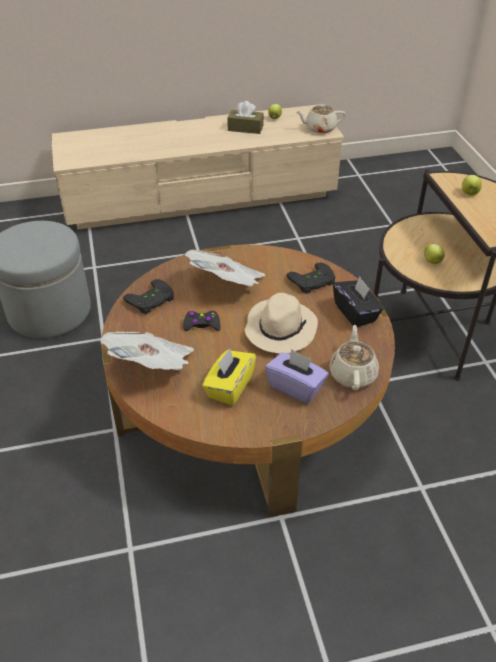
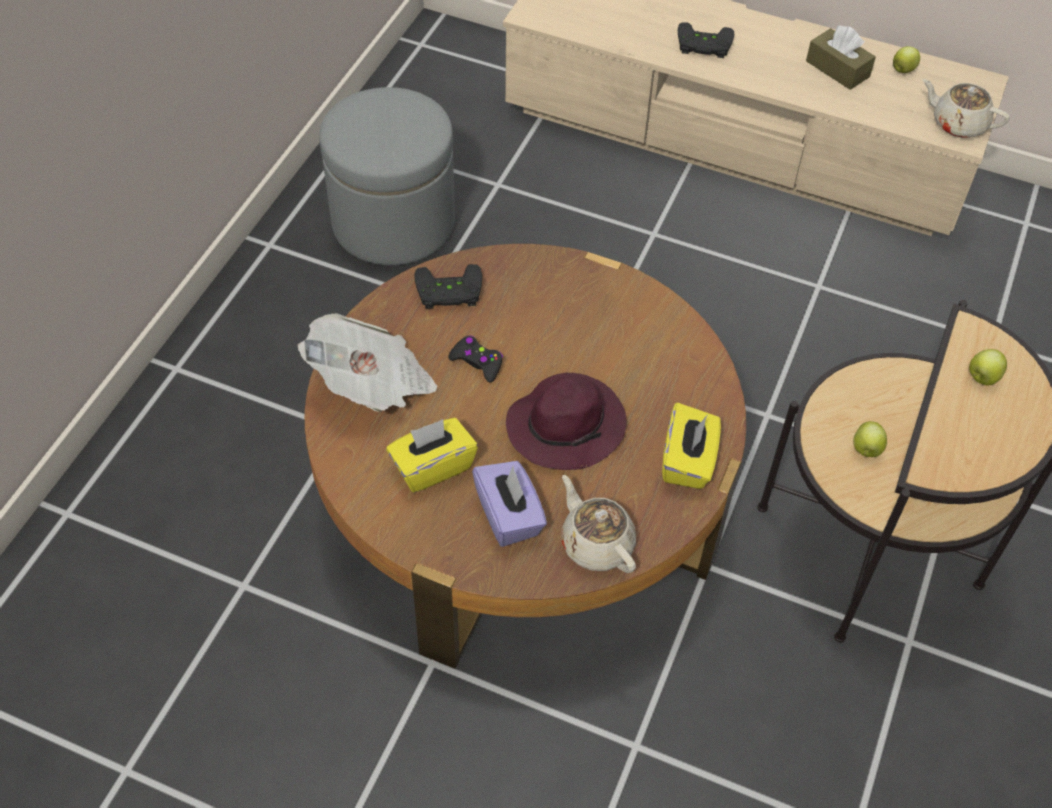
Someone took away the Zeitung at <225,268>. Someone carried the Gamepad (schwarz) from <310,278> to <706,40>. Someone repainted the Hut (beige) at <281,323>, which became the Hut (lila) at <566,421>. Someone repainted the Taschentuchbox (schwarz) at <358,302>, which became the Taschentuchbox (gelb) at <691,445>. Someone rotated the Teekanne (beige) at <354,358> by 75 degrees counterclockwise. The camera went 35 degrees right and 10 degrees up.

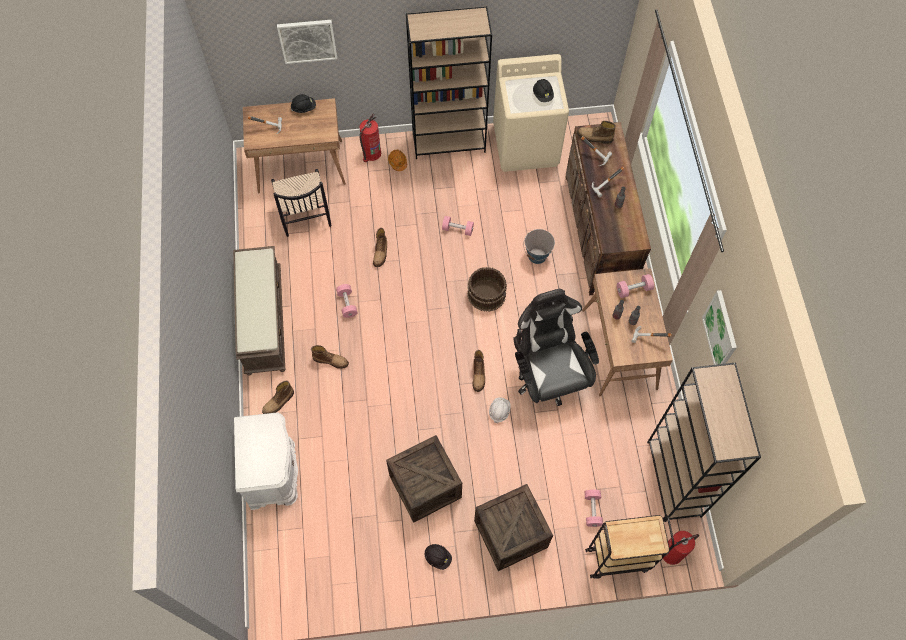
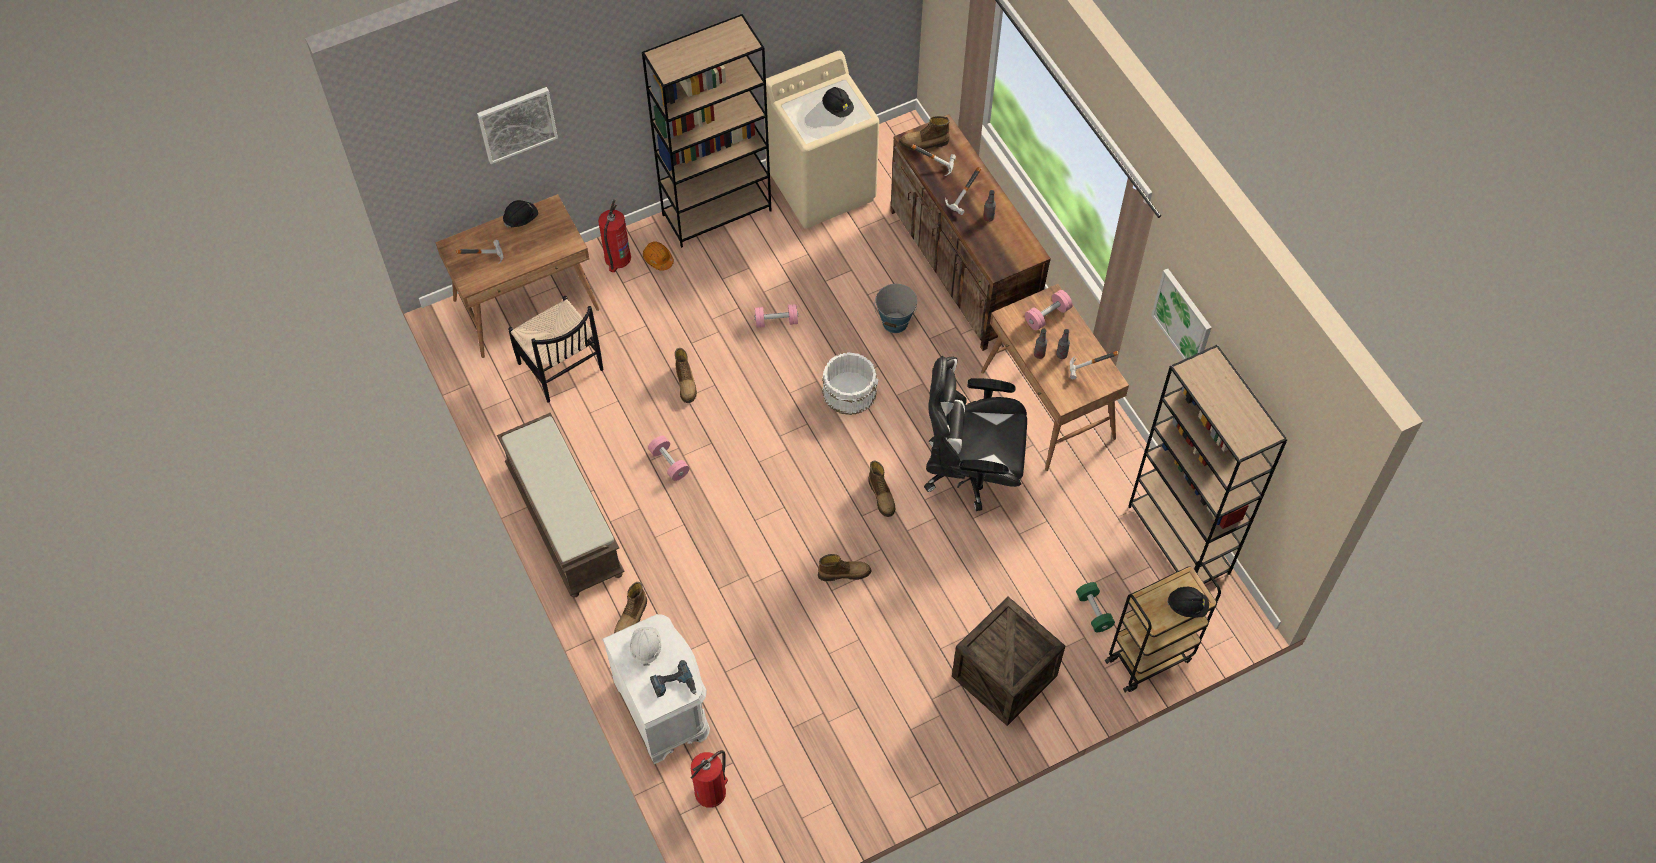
Someone took away the Kiste at <424,479>. Someone put down the Bohrmaschine at <673,678>. Someone carried the Stiefel from <330,357> to <844,567>. Someone carried the Schutzhelm (schwarz) from <438,557> to <1188,602>. Someone carried the Schutzhelm (weiß) from <499,410> to <645,646>. Someone carried the Feuerlöscher from <681,548> to <709,779>. Someone repainted the Eimer (braun) at <487,289>, which became the Eimer (weiß) at <850,383>. Someone repainted the Hantel (rosa) at <594,508>, which became the Hantel (grün) at <1095,607>. Someone rotated the Bürostuhl (schwarz) at <556,347> by 45 degrees counterclockwise. The camera went 20 degrees left and 5 degrees down.

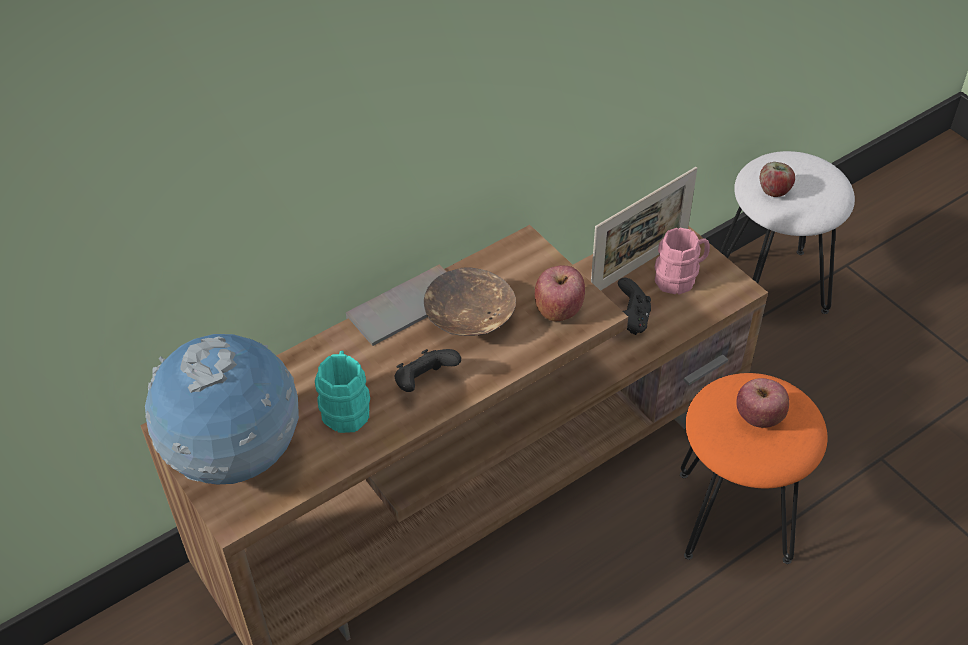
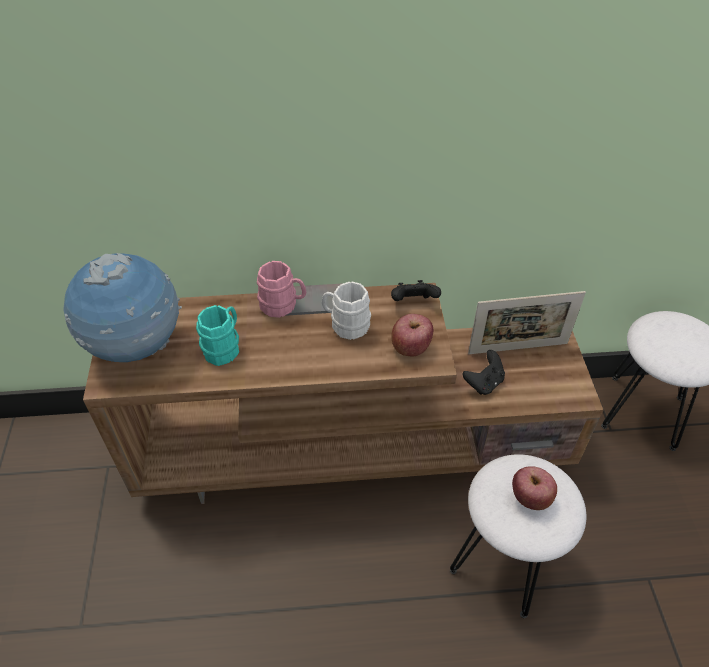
Someone took away the Apfel at <777,179>. Someone carried the Gamepad (schwarz) from <428,370> to <416,290>. Someone carried the Henkelbecher (rosa) from <682,261> to <281,289>. Someone swapped the Schüssel (braun) at <470,301> for the Henkelbecher (weiß) at <346,311>. Someone repainted the Hocker (orange) at <754,468>, which became the Hocker (weiß) at <518,536>. The camera went 30 degrees right and 0 degrees up.

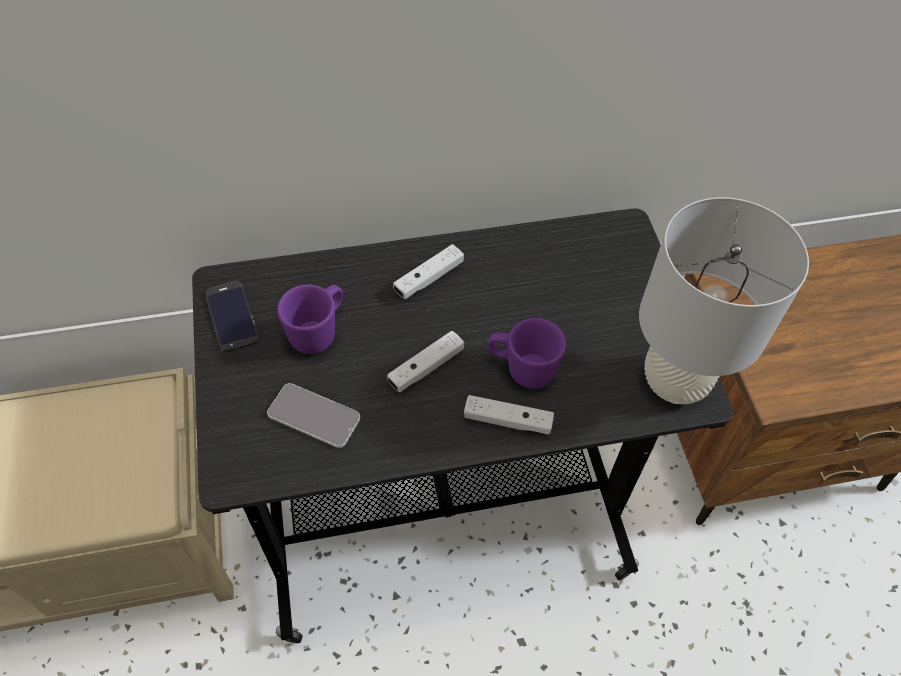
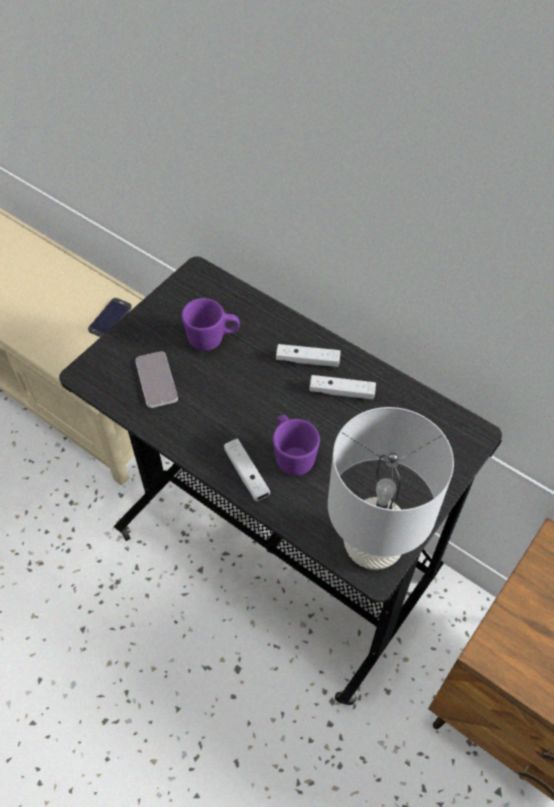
Someone carried the Handy from <231,316> to <110,317>. Someone carried the Gamepad (weiß) from <425,361> to <342,387>. The camera went 50 degrees right and 0 degrees up.

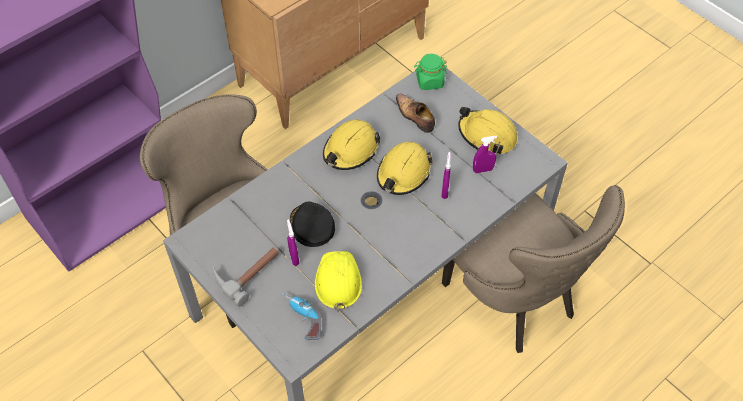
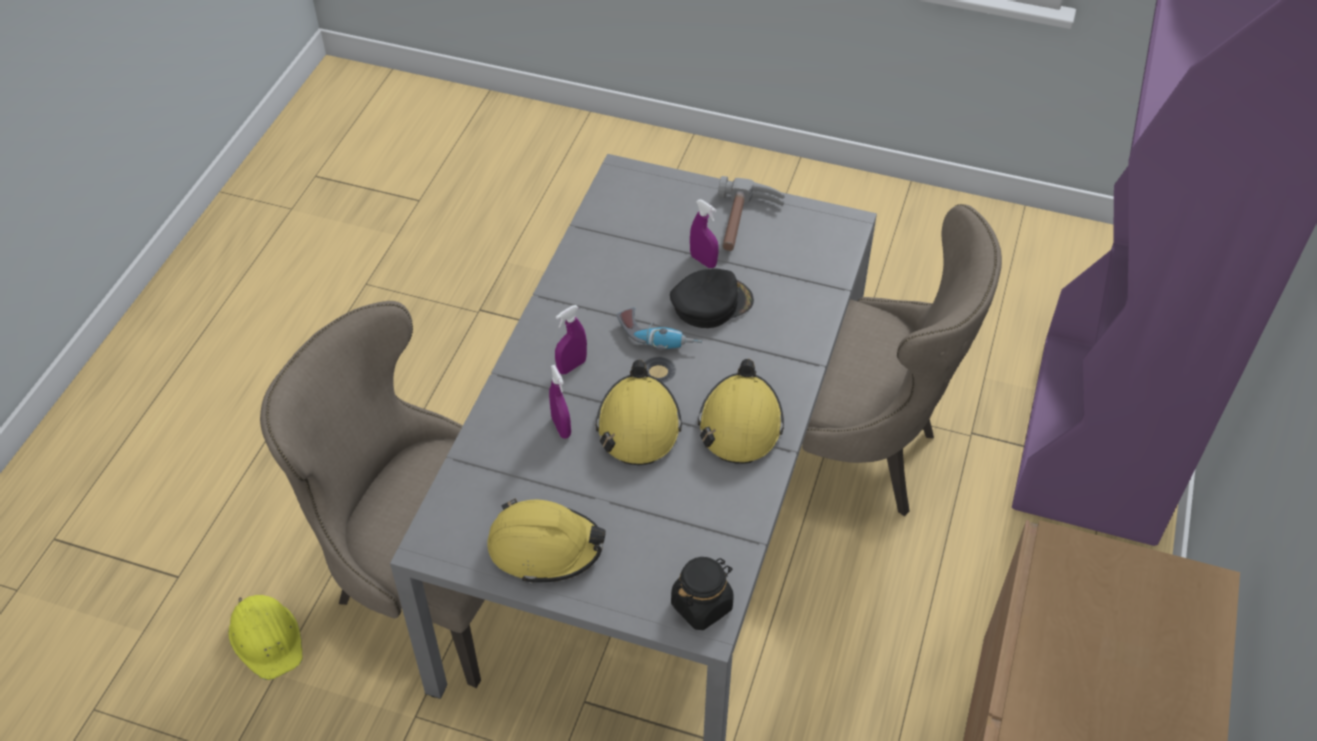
Someone took away the Schuh at <415,113>. Someone carried the Bohrmaschine from <301,316> to <659,328>. Someone carried the Schutzhelm (gelb) from <338,281> to <265,637>. Someone carried the Sprühflasche (lila) from <485,154> to <571,340>. Someone repainted the Vorratsglas (grün) at <430,72>, which became the Vorratsglas (schwarz) at <702,593>. Someone rotated the Kappe (schwarz) at <312,224> by 60 degrees counterclockwise. The camera went 150 degrees right and 5 degrees down.

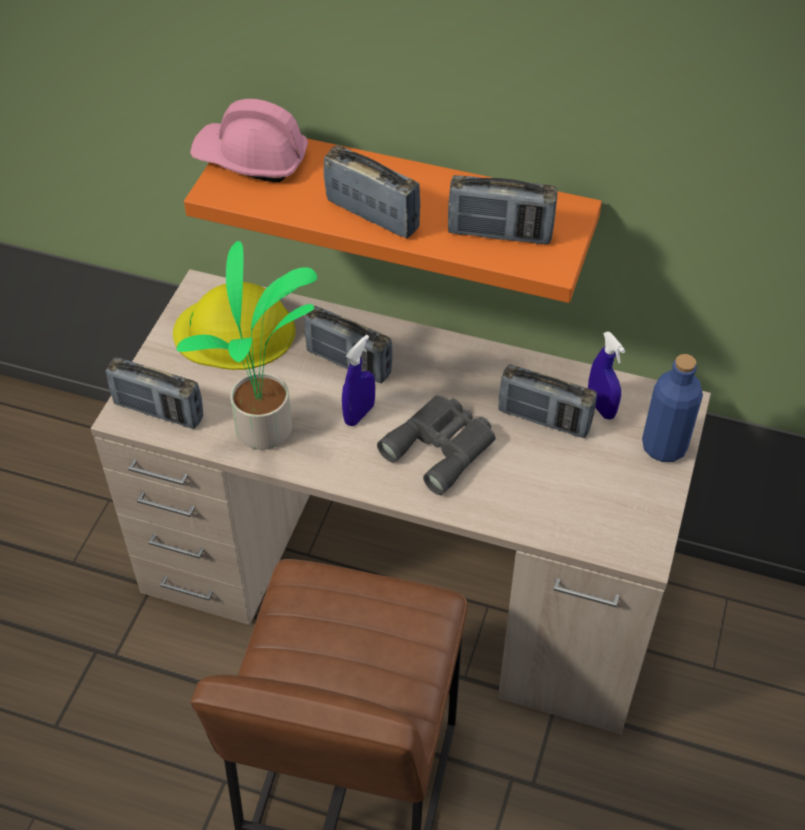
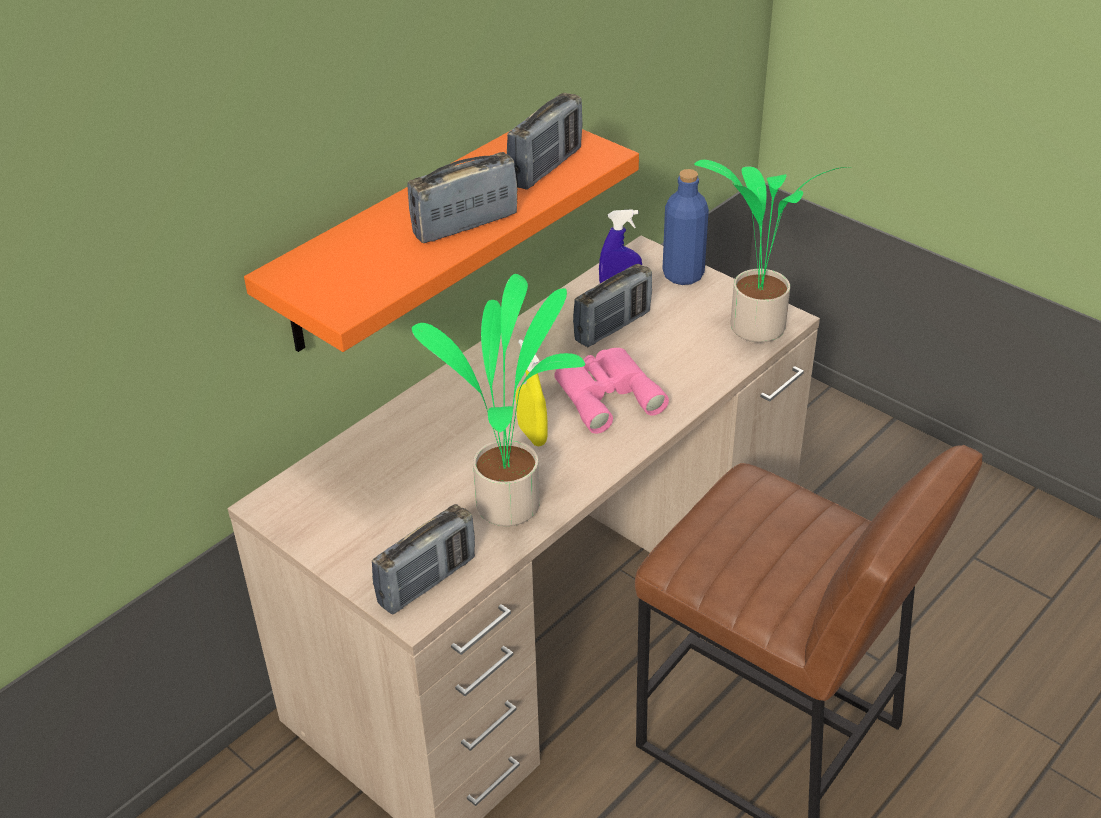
Someone took away the Schutzhelm (gelb) at <234,326>. Someone took away the Schutzhelm (rosa) at <249,140>. Someone took away the Radio at <349,344>. Someone put down the Topfpflanze at <772,251>. Someone repainted the Sprühflasche (blau) at <358,380>, which became the Sprühflasche (gelb) at <532,393>. Someone repainted the Fernglas (grau) at <436,445>, which became the Fernglas (rosa) at <611,391>. The camera went 65 degrees left and 10 degrees down.

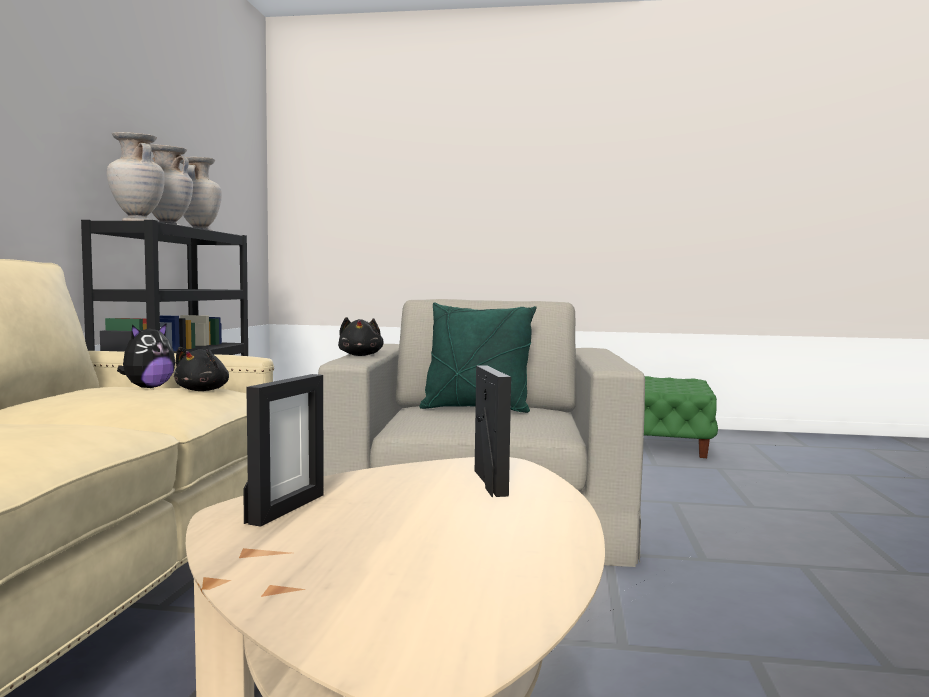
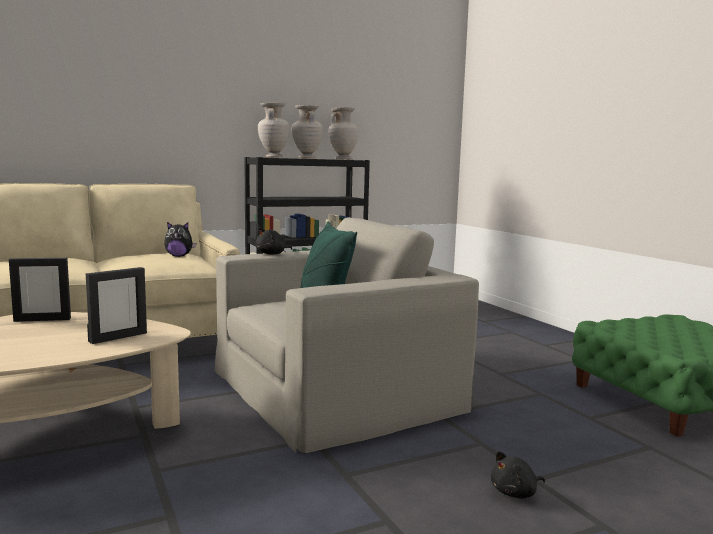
Someone carried the Plüschtier (schwarz) from <201,369> to <518,474>. The camera went 55 degrees right and 5 degrees up.

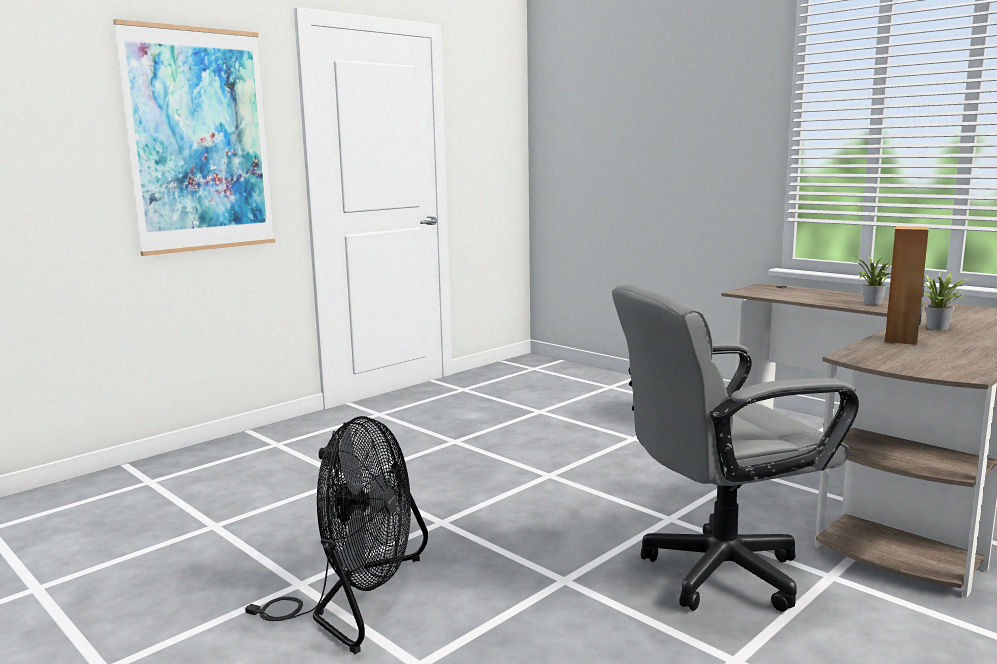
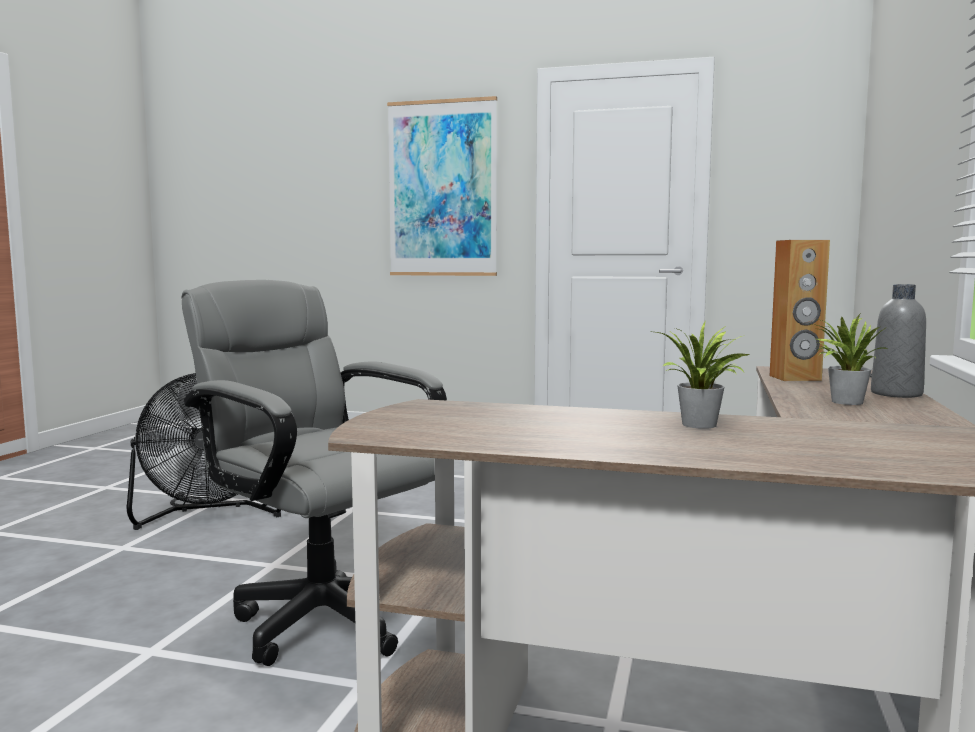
Someone put down the Flasche (grau) at <898,341>. Someone carried the Lautsprecher (braun) from <907,285> to <800,310>. The camera went 60 degrees right and 5 degrees down.

